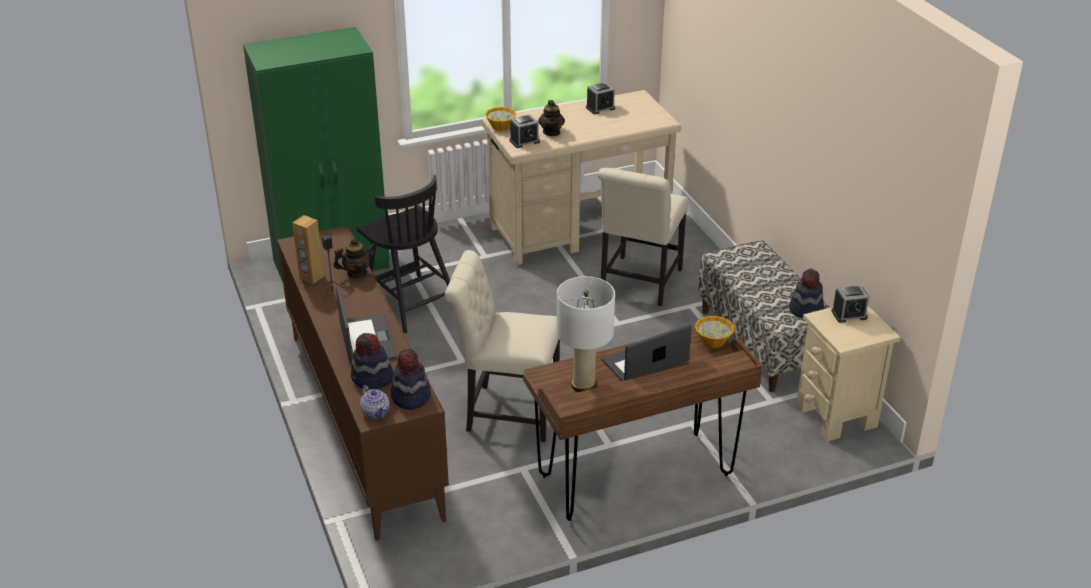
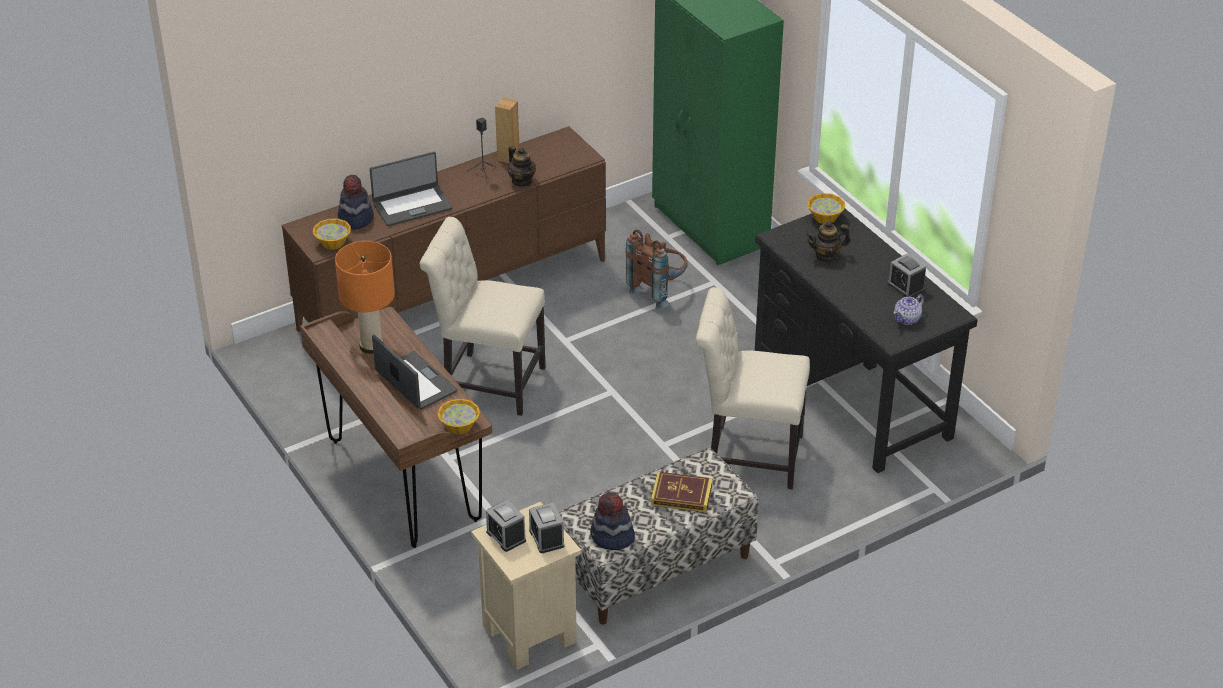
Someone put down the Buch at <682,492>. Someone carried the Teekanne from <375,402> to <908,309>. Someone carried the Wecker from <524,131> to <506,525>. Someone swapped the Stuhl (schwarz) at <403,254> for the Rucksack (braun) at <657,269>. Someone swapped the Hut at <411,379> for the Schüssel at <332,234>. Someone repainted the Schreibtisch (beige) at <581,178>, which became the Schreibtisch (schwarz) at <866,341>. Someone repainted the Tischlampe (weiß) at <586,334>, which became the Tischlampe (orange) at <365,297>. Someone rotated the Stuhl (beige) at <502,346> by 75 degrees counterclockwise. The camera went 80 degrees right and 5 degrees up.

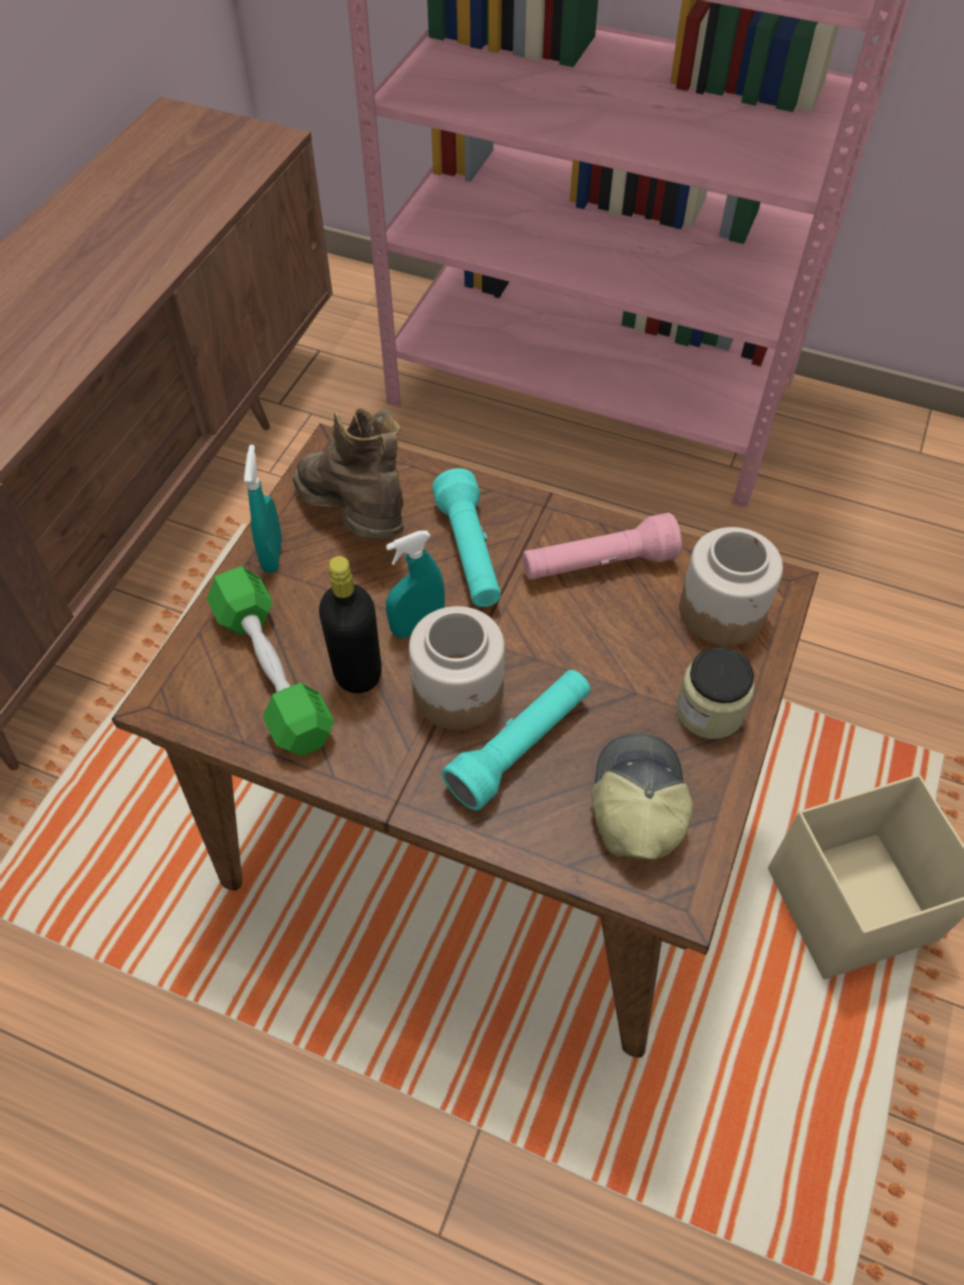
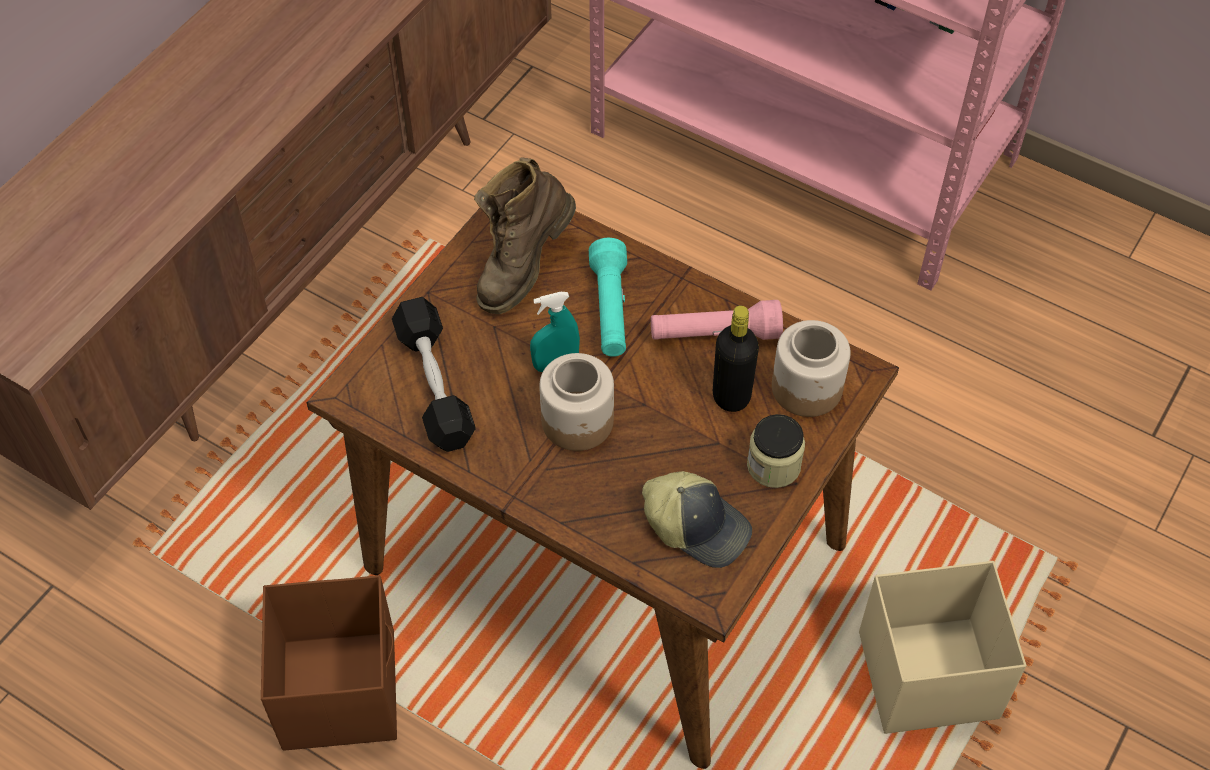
Someone took away the Sprühflasche (türkis) at <263,509>. Someone took away the Taschenlampe (türkis) at <516,740>. Someone put down the Aufbewahrungsbox (braun) at <329,663>. Someone carried the Flasche (schwarz) from <350,624> to <736,359>. Someone repainted the Hantel (grün) at <270,661>, which became the Hantel (schwarz) at <434,374>. Someone rotated the Stiefel (braun) at <348,473> by 120 degrees counterclockwise. Someone rotated the Kappe at <642,796> by 105 degrees clockwise. The camera went 10 degrees right and 0 degrees up.

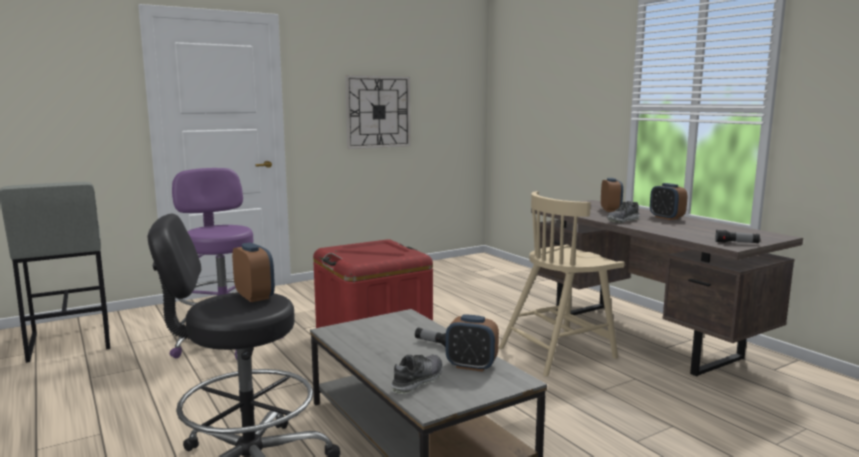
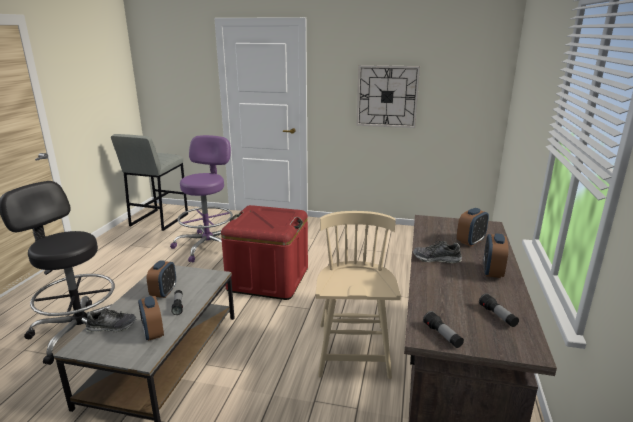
Someone put down the Taschenlampe at <499,310>. Someone carried the Wecker from <253,272> to <161,279>. Someone rotated the Stuhl (beige) at <562,284> by 75 degrees clockwise. The camera went 45 degrees right and 10 degrees up.

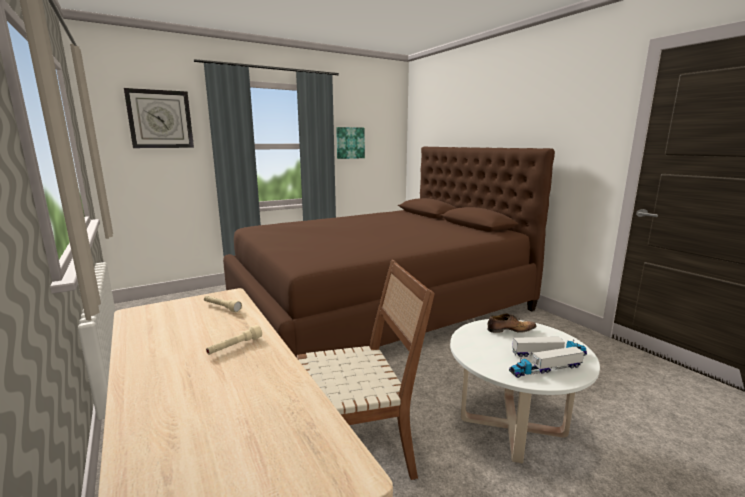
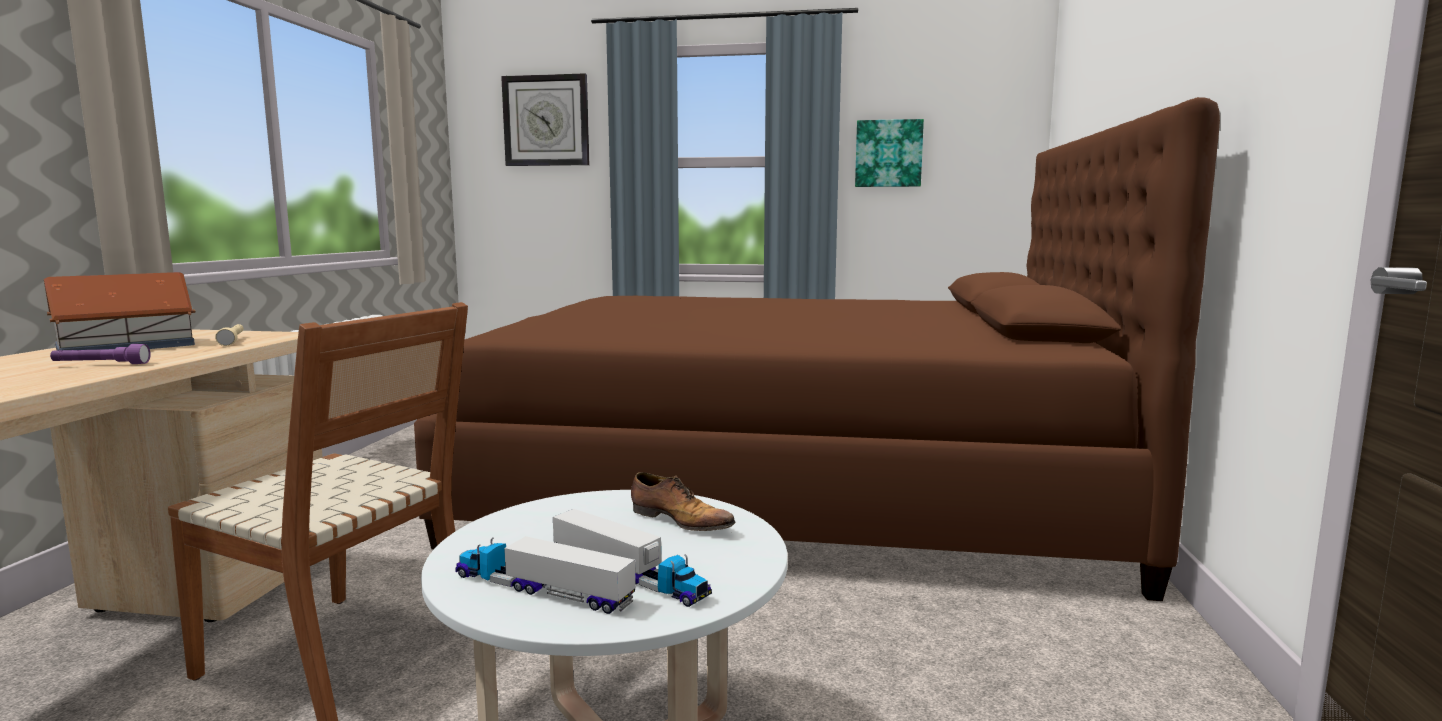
Someone put down the Spielzeughaus at <119,311>. Someone repainted the Taschenlampe (beige) at <234,340>, which became the Taschenlampe (lila) at <100,354>. The camera went 40 degrees right and 5 degrees down.

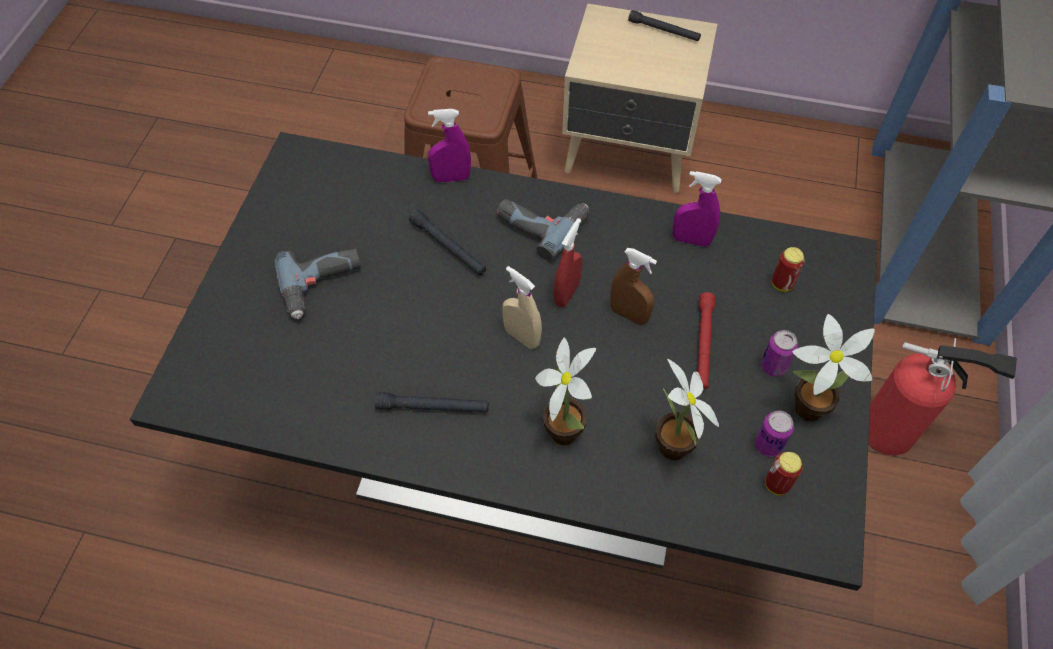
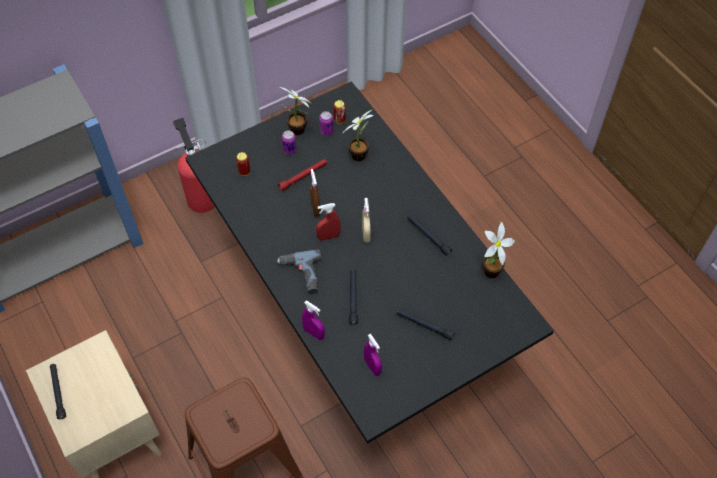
Someone carried the Topfpflanze from <565,391> to <498,250>. Someone carried the Sprühflasche (lila) from <697,209> to <373,355>. Someone swapped the Bohrmaschine at <317,284> for the Taschenlampe (schwarz) at <426,324>. The camera went 135 degrees left and 0 degrees up.

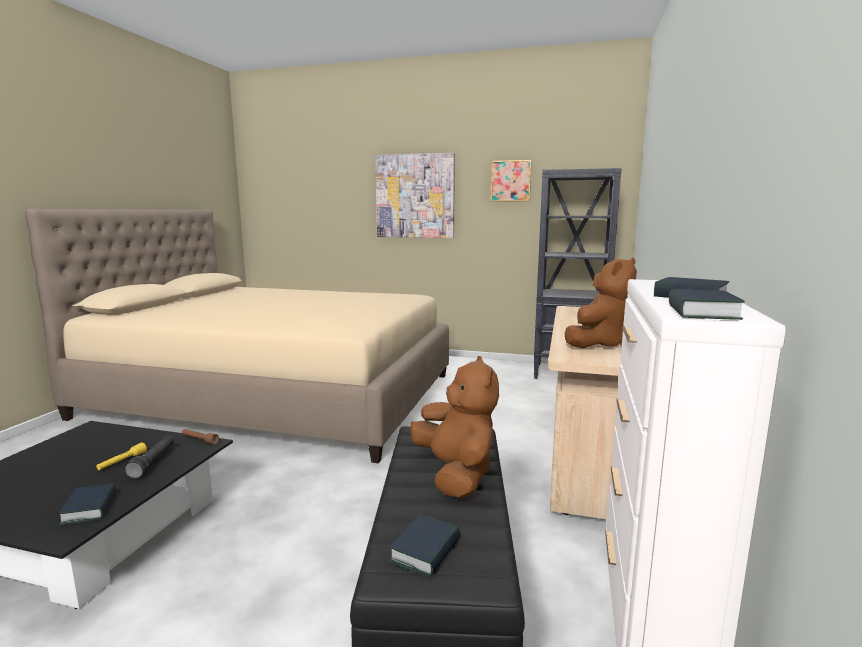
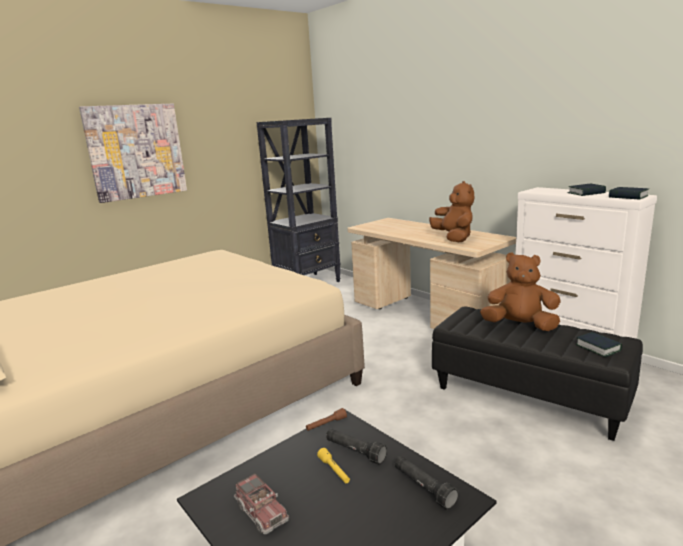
Someone took away the Bild at <511,180>. Someone put down the Spielzeuglaster at <261,503>. Someone swapped the Buch at <87,504> for the Taschenlampe (schwarz) at <427,483>. The camera went 55 degrees left and 5 degrees up.

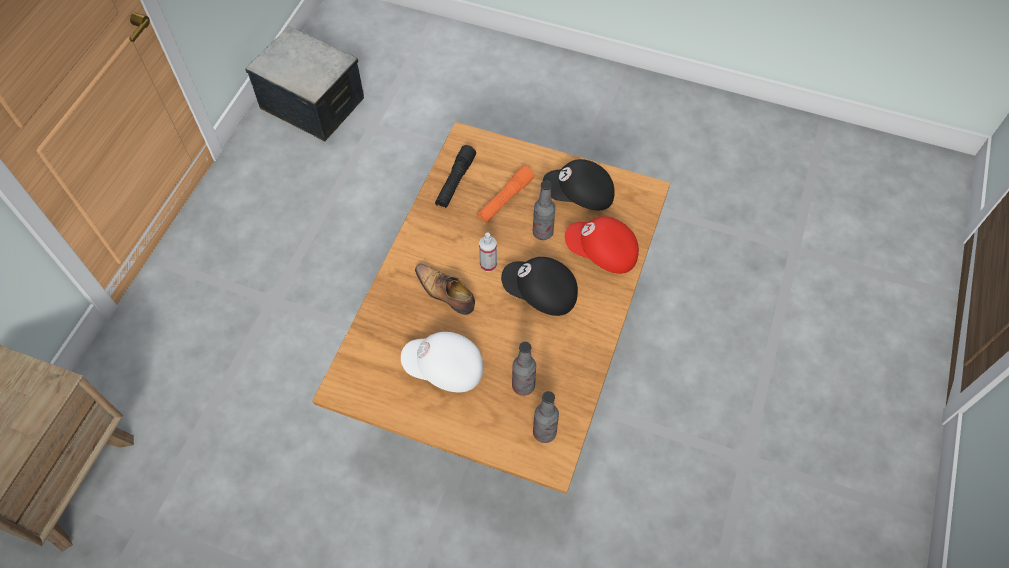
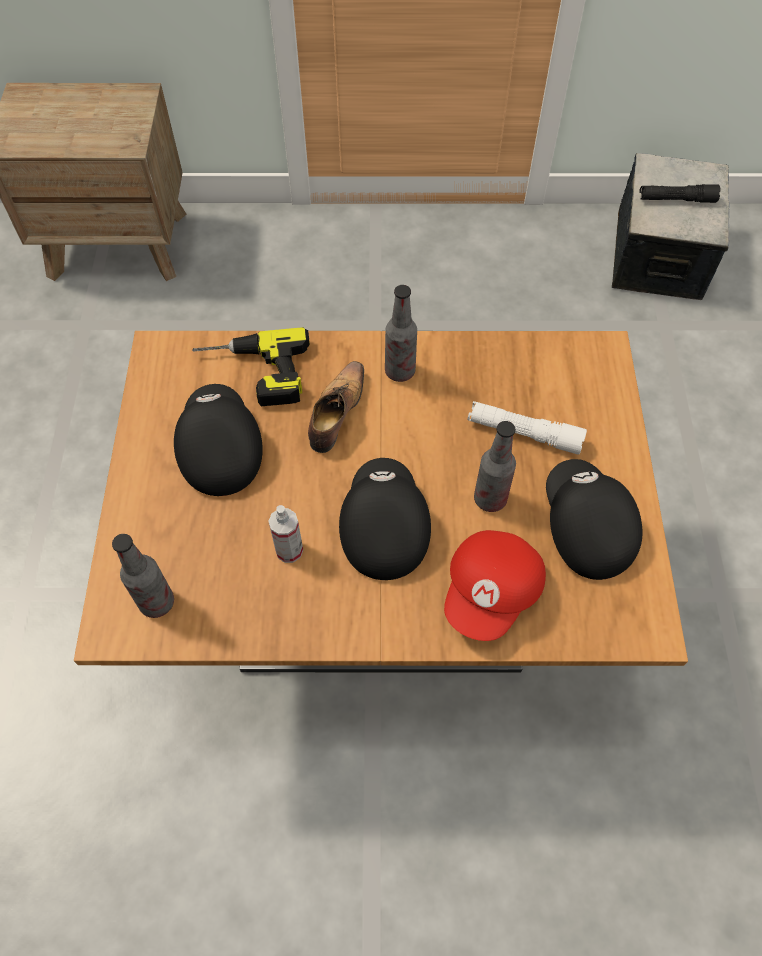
Someone put down the Bohrmaschine at <251,367>. Someone carried the Taschenlampe (schwarz) from <455,176> to <680,193>. Someone carried the Sprühflasche from <488,252> to <285,534>. Someone carried the Flasche from <524,369> to <401,333>. Someone repainted the Kappe (weiß) at <442,362>, which became the Kappe (schwarz) at <218,440>. Someone repainted the Taschenlampe (orange) at <505,194>, which became the Taschenlampe (weiß) at <527,428>. Someone rotated the Kappe (rot) at <602,245> by 150 degrees counterclockwise. The camera went 70 degrees right and 0 degrees up.

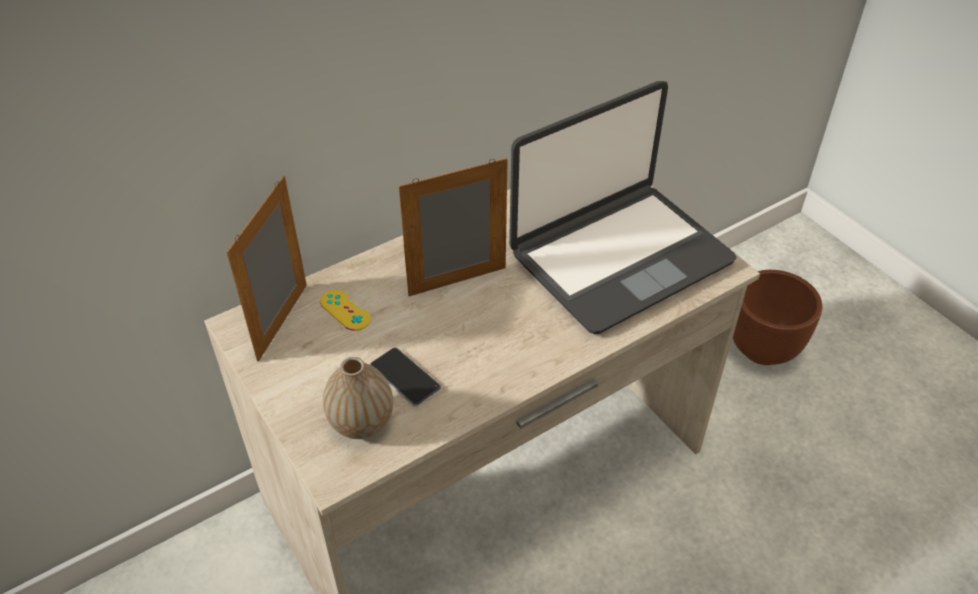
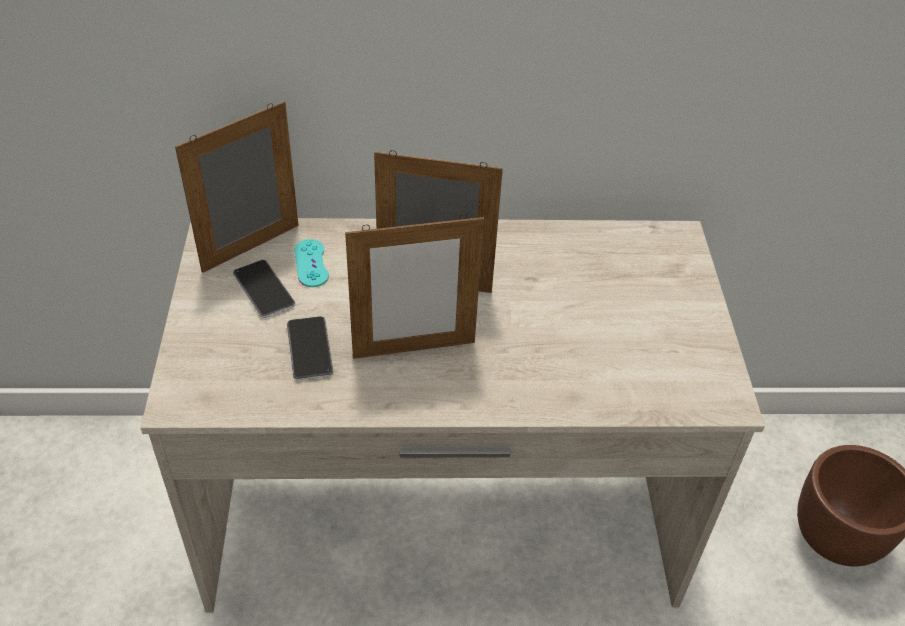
Someone took away the Vase at <358,398>. Someone took away the Laptop at <623,207>. Someone put down the Handy at <264,289>. Someone put down the Bilderrahmen at <414,286>. Someone repainted the Gamepad (gelb) at <345,310>, which became the Gamepad (türkis) at <311,263>. The camera went 30 degrees right and 0 degrees up.

